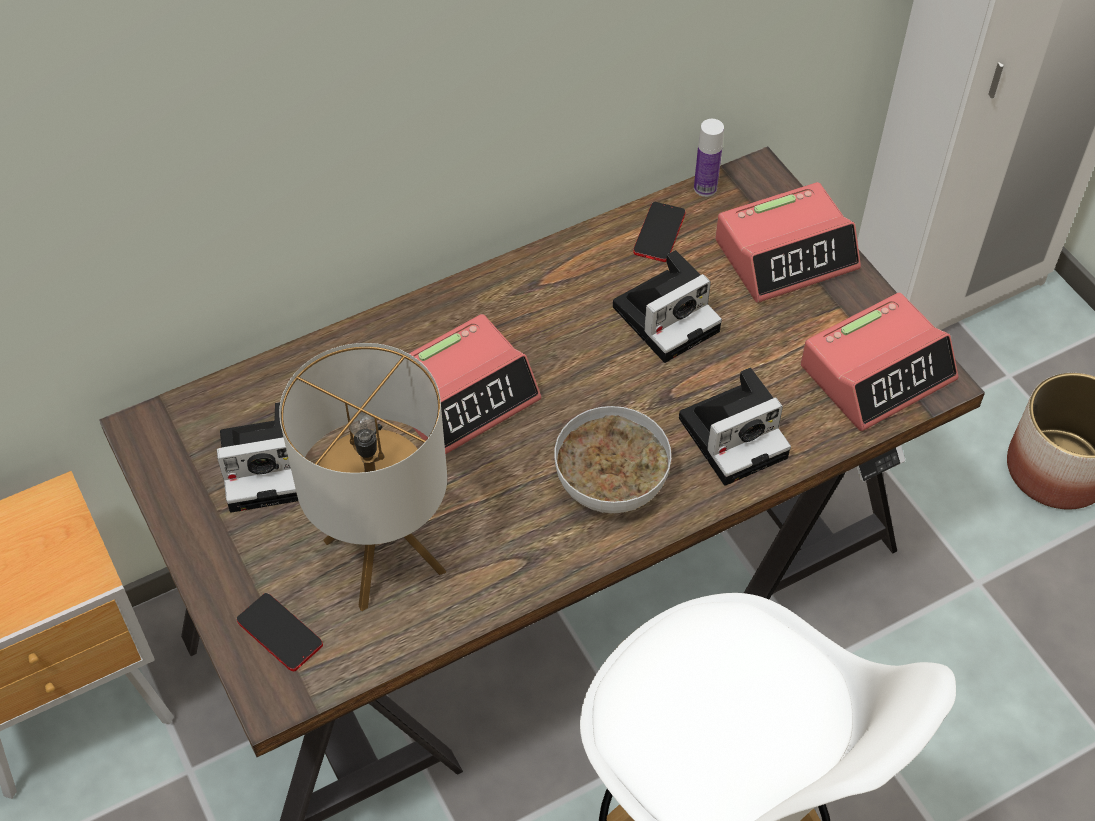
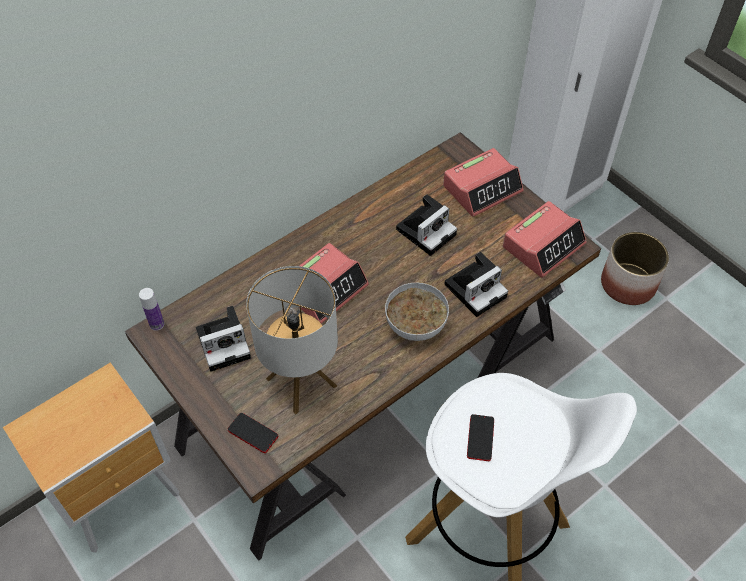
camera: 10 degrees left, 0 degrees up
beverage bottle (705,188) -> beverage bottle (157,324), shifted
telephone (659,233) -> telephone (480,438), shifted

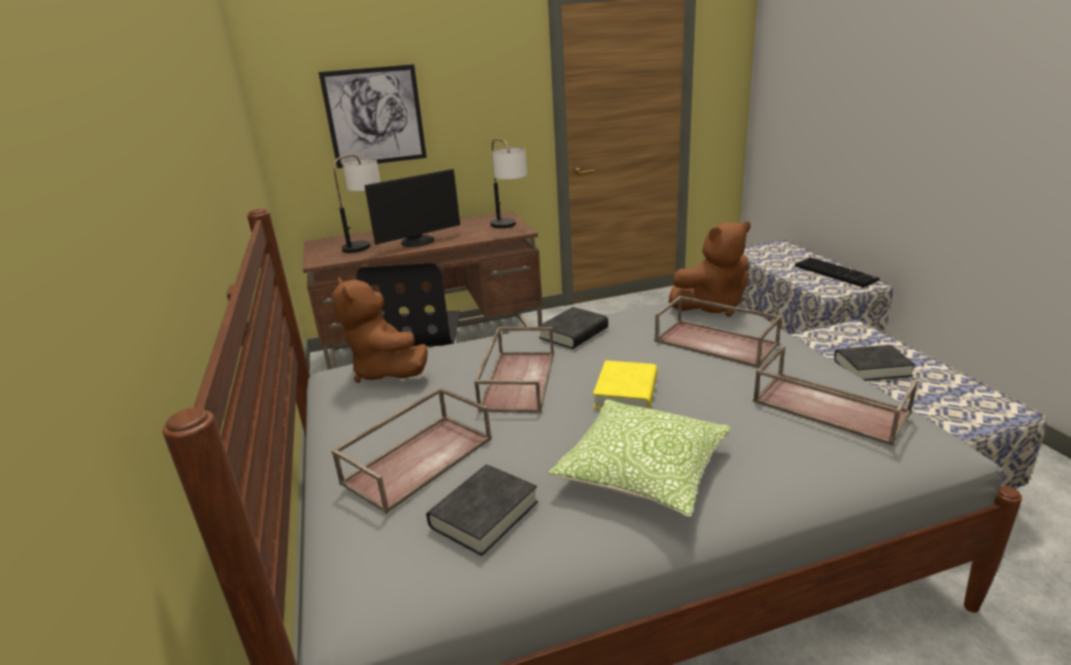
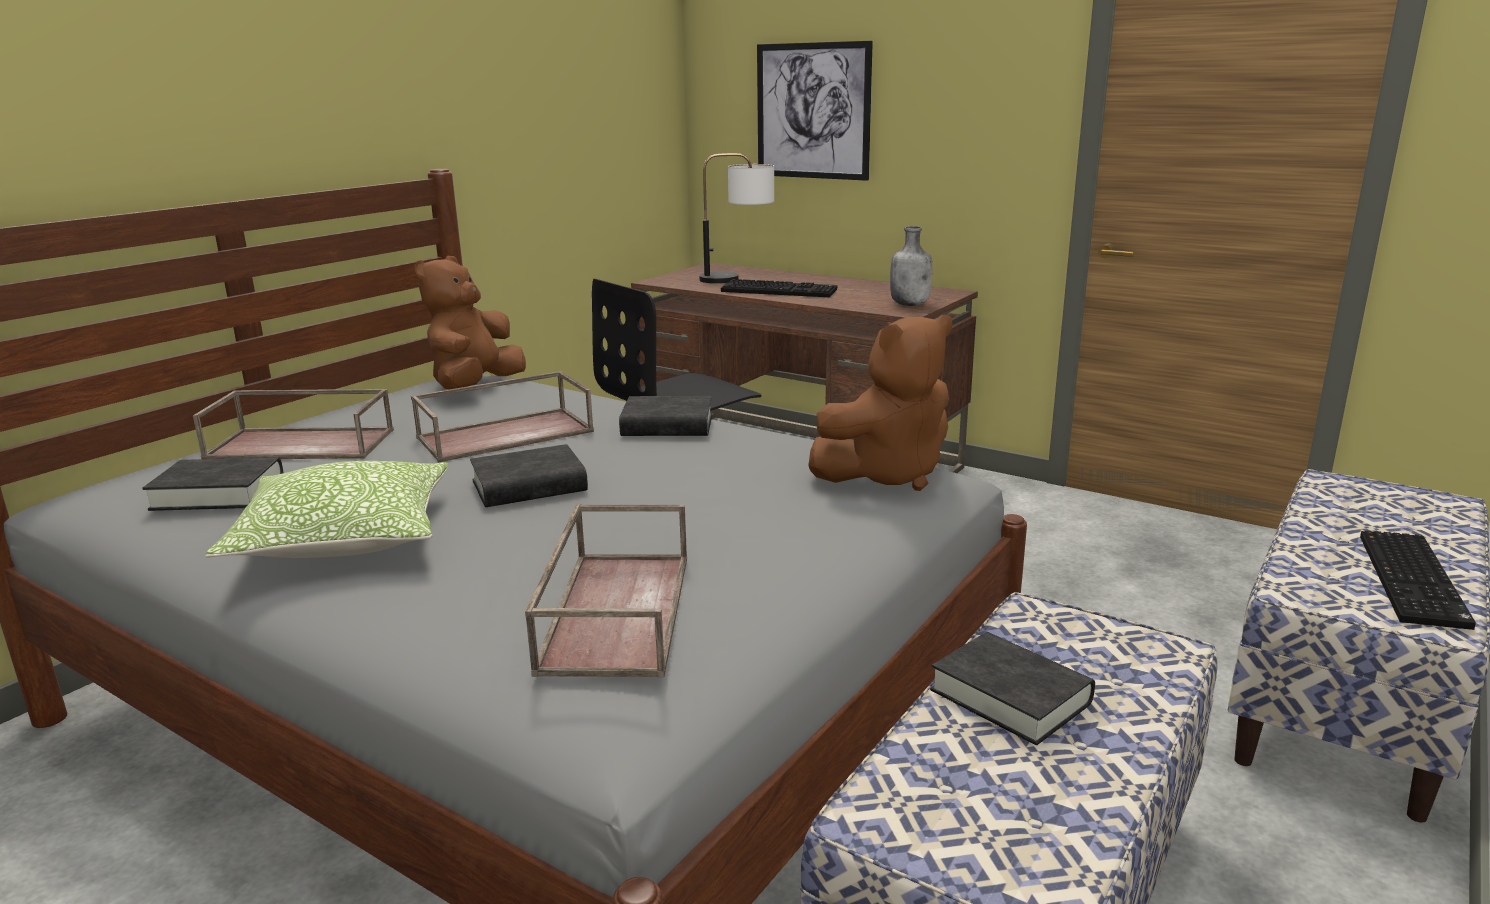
camera: 50 degrees right, 5 degrees down
volume in yellow-coloured (626,392) -> volume in blackish (529,486)
monitor (418,242) -> computer keyboard (780,290)
cuddly toy in brown (712,306) -> cuddly toy in brown (886,474), 60 degrees counterclockwise
lamp for a table (509,227) -> beverage bottle in grey (910,304)
carrying tray in brown (717,342) -> none

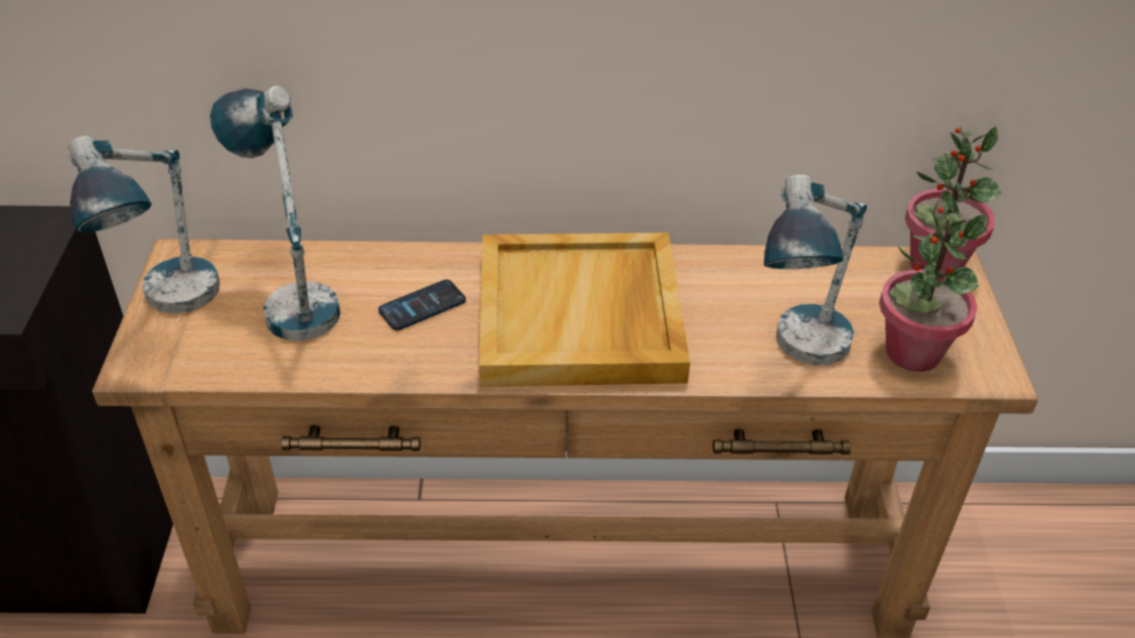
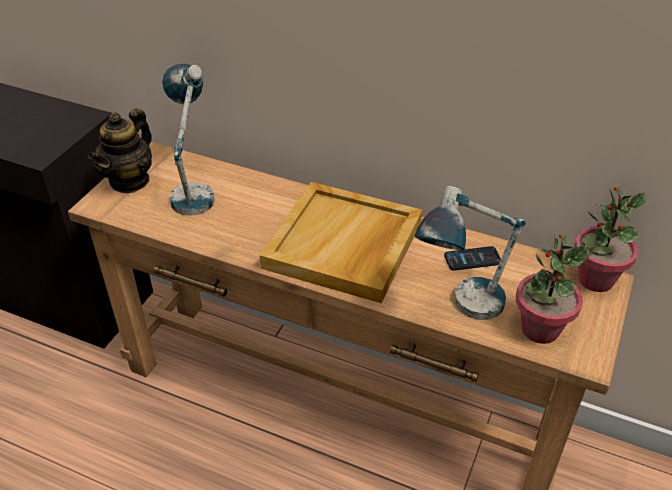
camera: 25 degrees right, 0 degrees up
lamp for a table (172,311) -> tea pot (130,180)
telephone (422,306) -> telephone (472,259), shifted

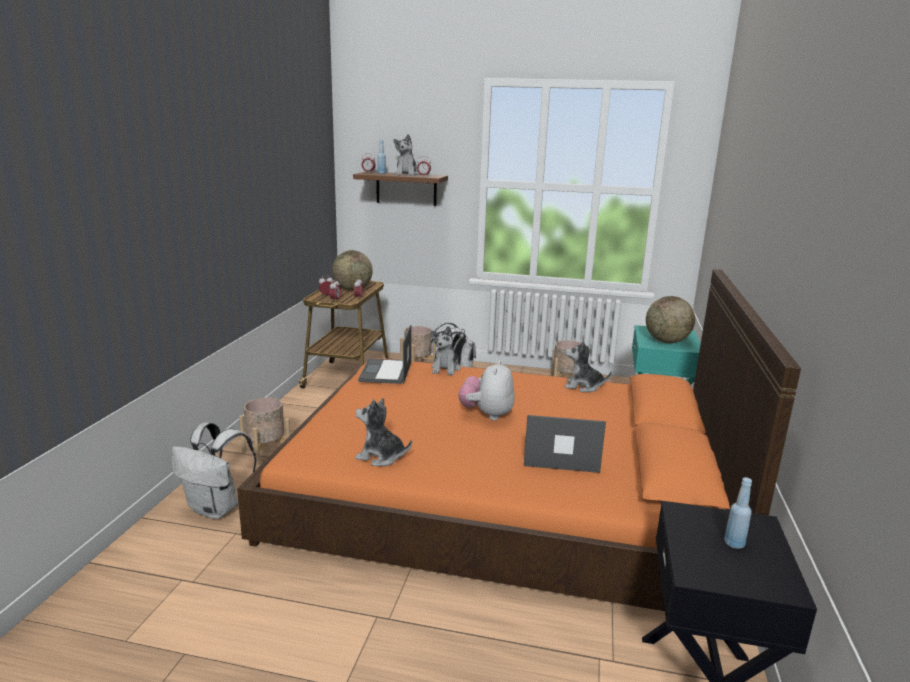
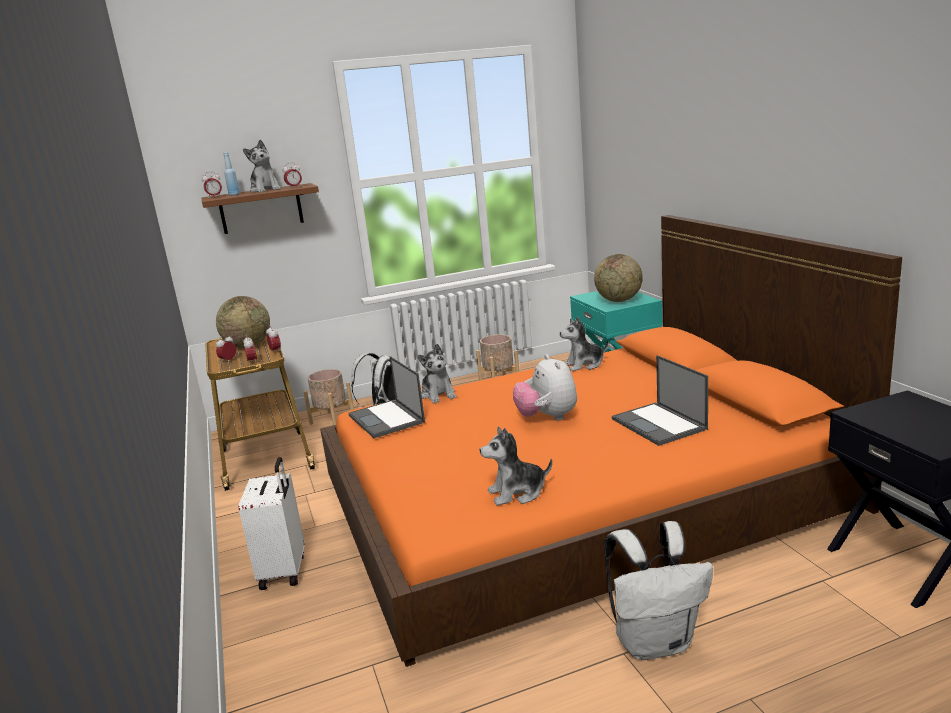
camera: 30 degrees left, 0 degrees up
flower pot in beige (267,453) -> travel case in white-coloured (285,571)
knapsack in white-coloured (217,509) -> knapsack in white-coloured (655,642), shifted
laptop (559,455) -> laptop (659,424), 90 degrees counterclockwise
beverage bottle in blue-coloured (734,544) -> none

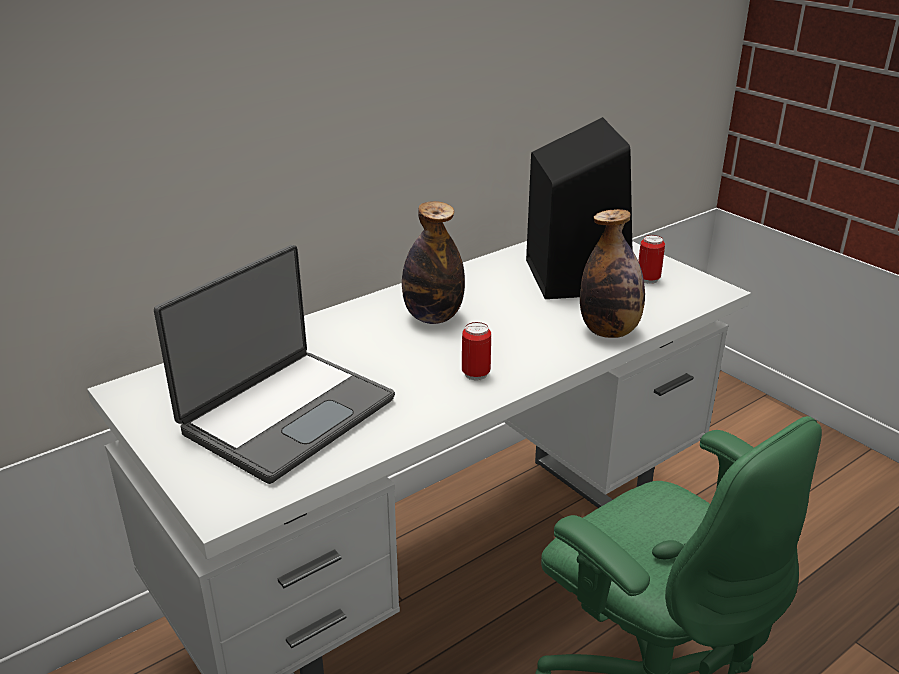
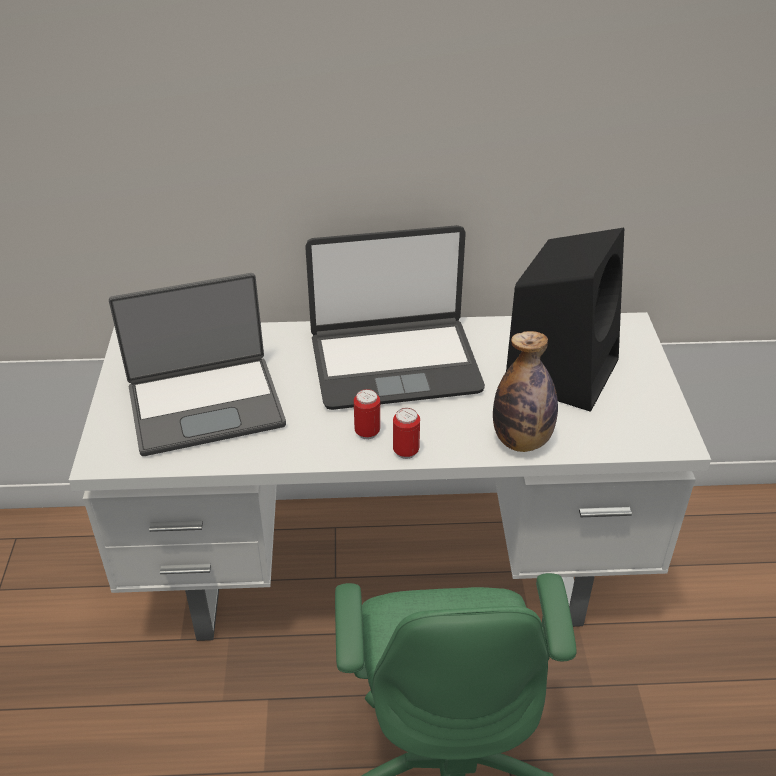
camera: 35 degrees right, 10 degrees up
beverage bottle (433,317) -> laptop (394,363)
sealed can (648,279) -> sealed can (406,451), shifted

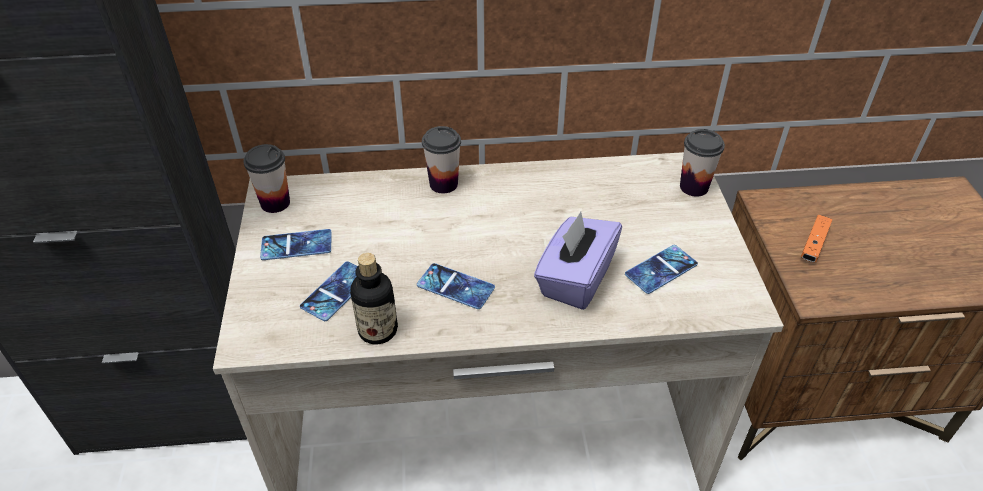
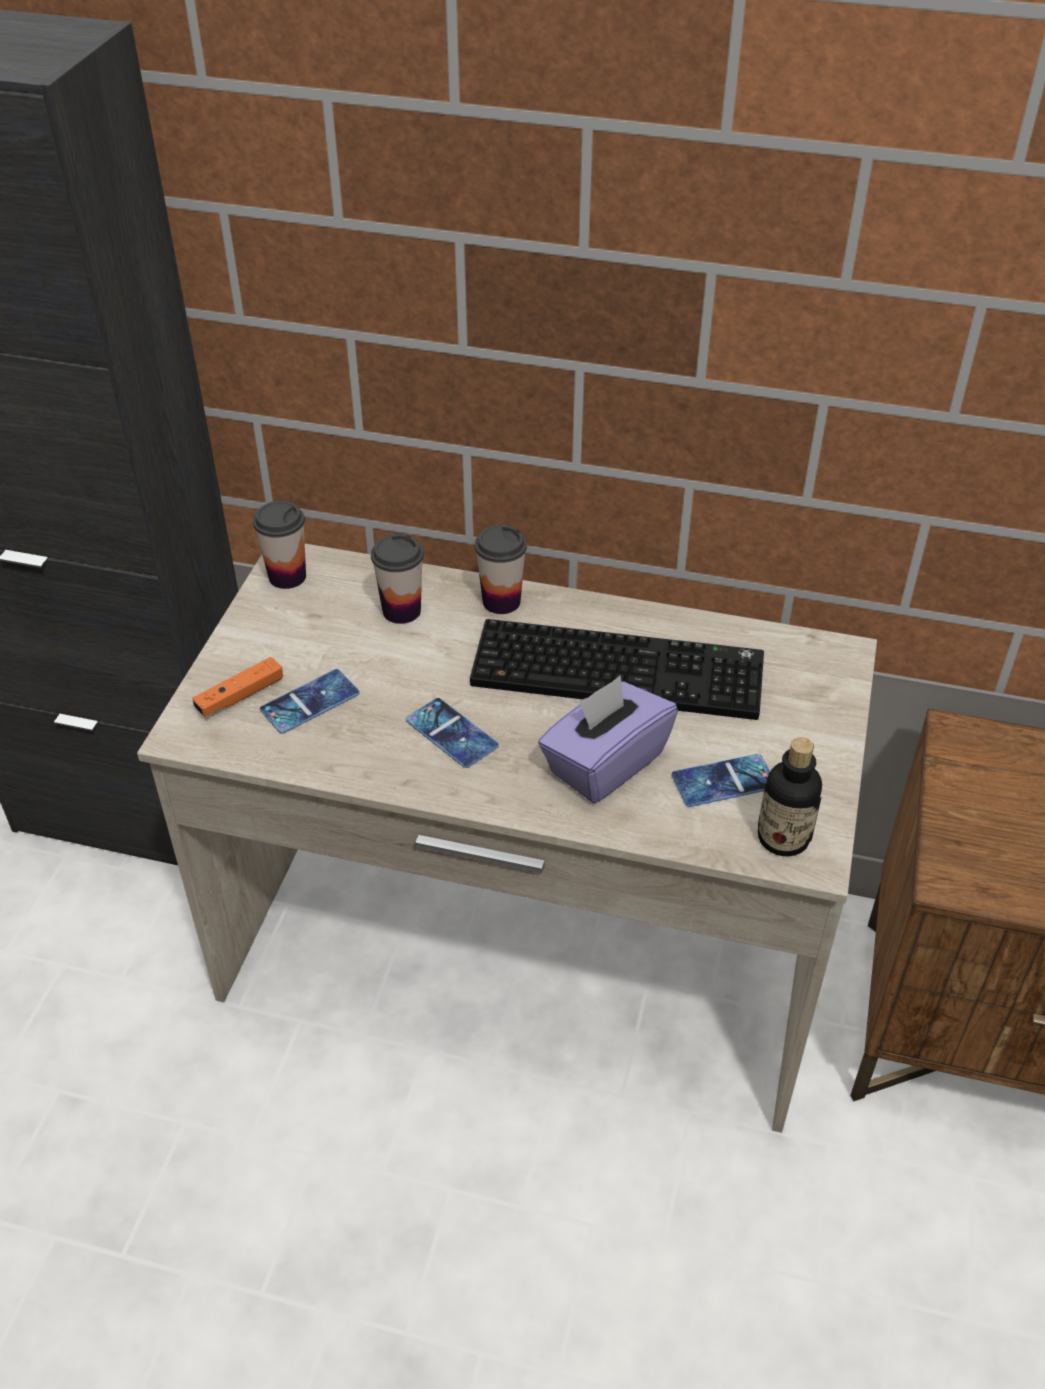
camera: 20 degrees right, 0 degrees up
joypad in orange (814,244) -> joypad in orange (240,696), shifted
drinking cup (694,187) -> drinking cup (401,611), shifted
none -> computer keyboard (621,670)
beverage bottle (378,330) -> beverage bottle (783,838), shifted
telephone (296,245) -> none

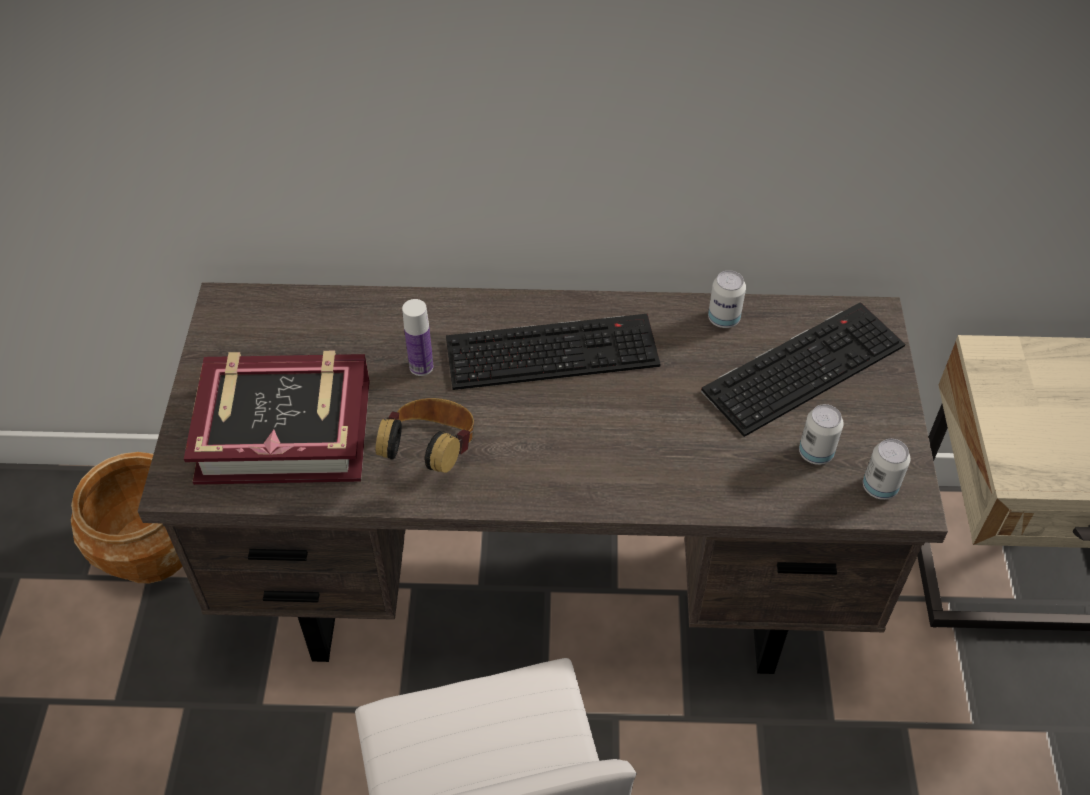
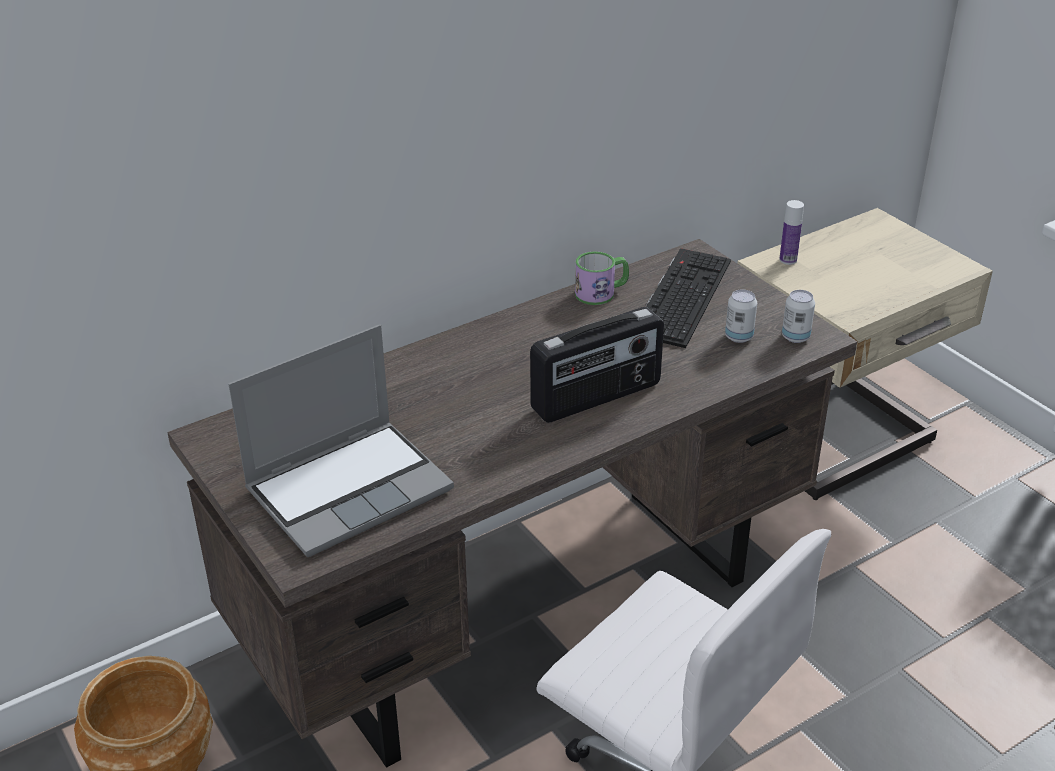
camera: 35 degrees left, 15 degrees down
volume (285,429) -> laptop (350,488)
none -> radio set (597,397)
sealed can (723,319) -> mug (601,293)
beverage bottle (421,366) -> beverage bottle (788,260), shifted
headset (432,453) -> none
computer keyboard (554,350) -> none

